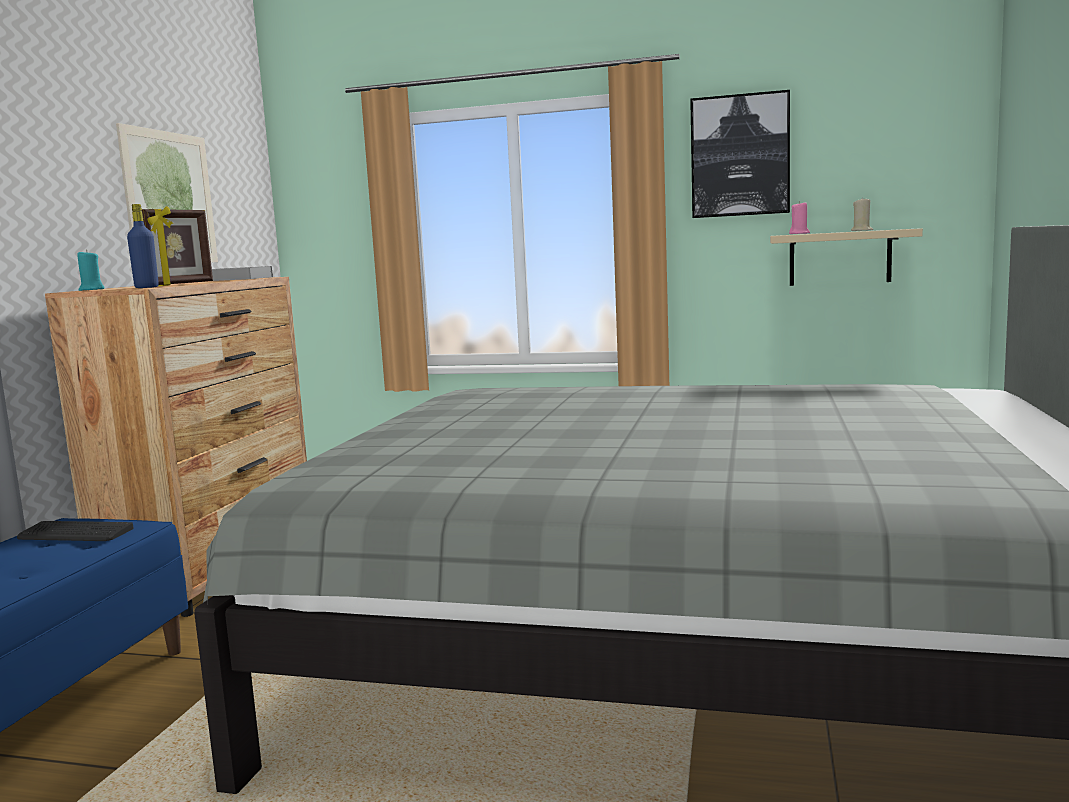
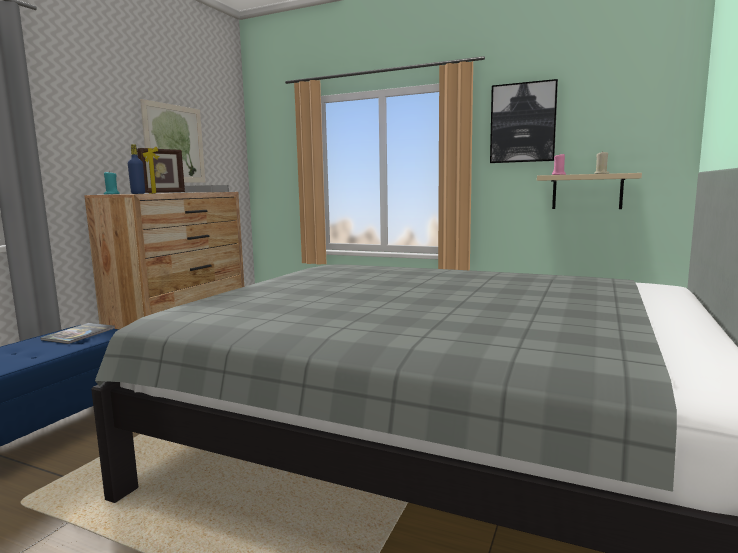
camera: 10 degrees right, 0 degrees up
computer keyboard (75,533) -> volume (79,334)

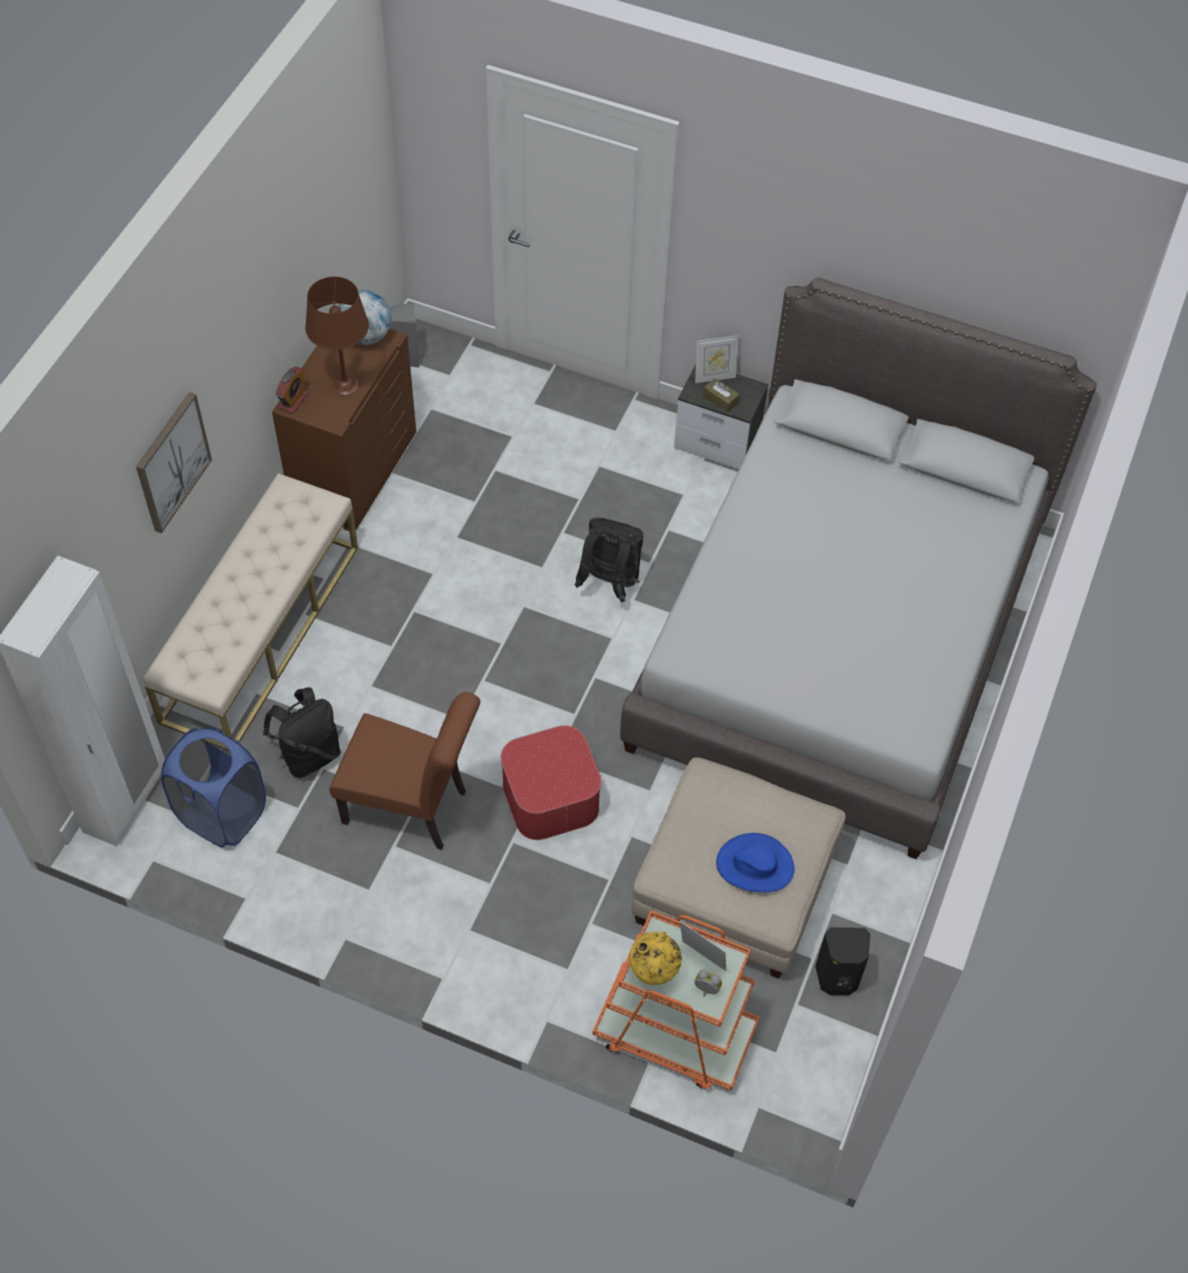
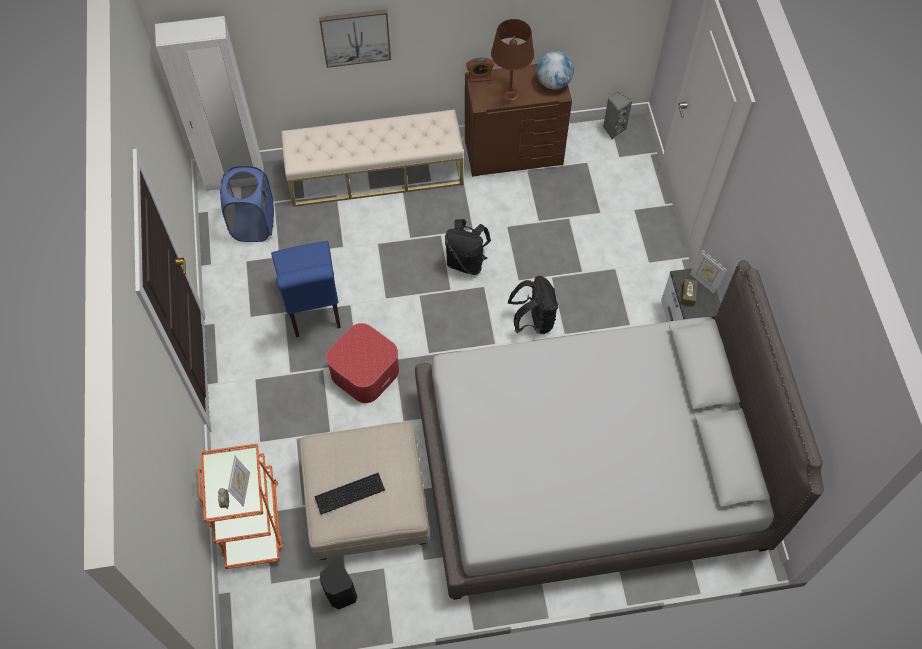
camera: 60 degrees right, 5 degrees up
chair in brown (412,808) -> chair in blue-coloured (313,308)
wearable hat in blue-coloured (755,865) -> computer keyboard (351,494)
knapsack in blackish (309,755) -> knapsack in blackish (466,262), shifted
vase in yellow-coloured (653,974) -> none

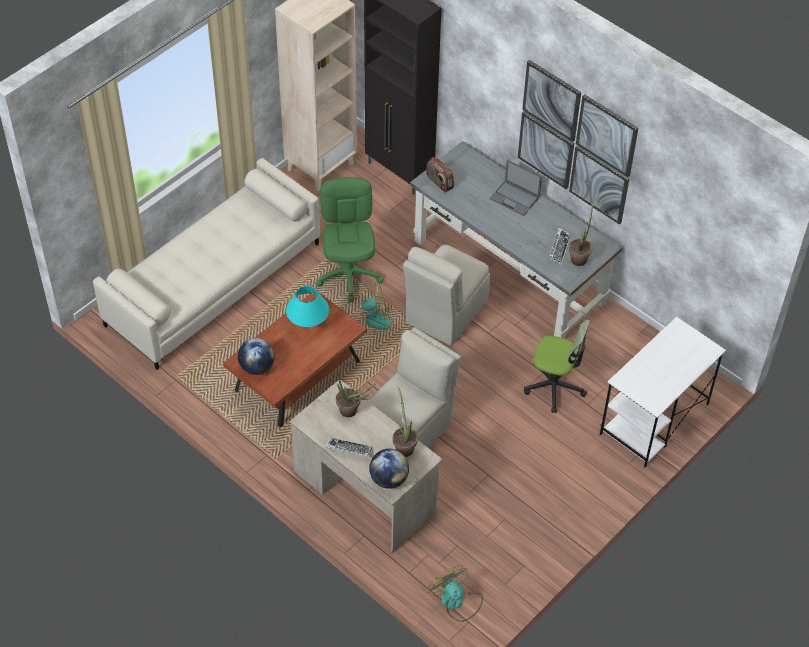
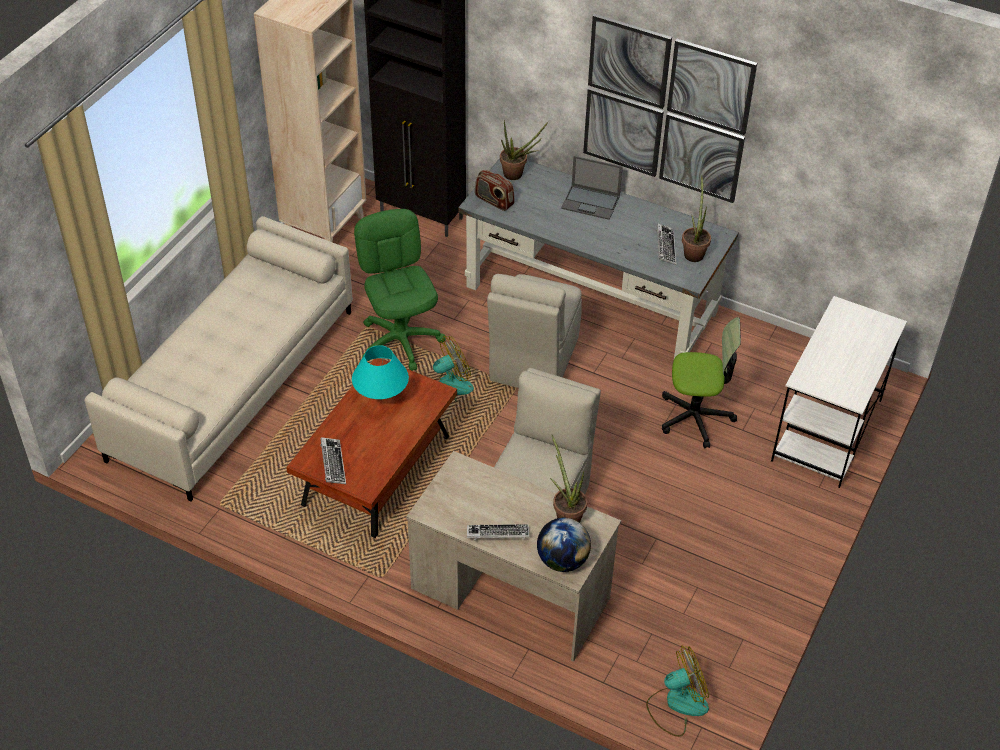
camera: 15 degrees left, 5 degrees down
globe (257,367) -> computer keyboard (333,463)
potted plant (352,412) -> potted plant (517,175), shifted
fan (456,601) -> fan (677,704), 120 degrees clockwise

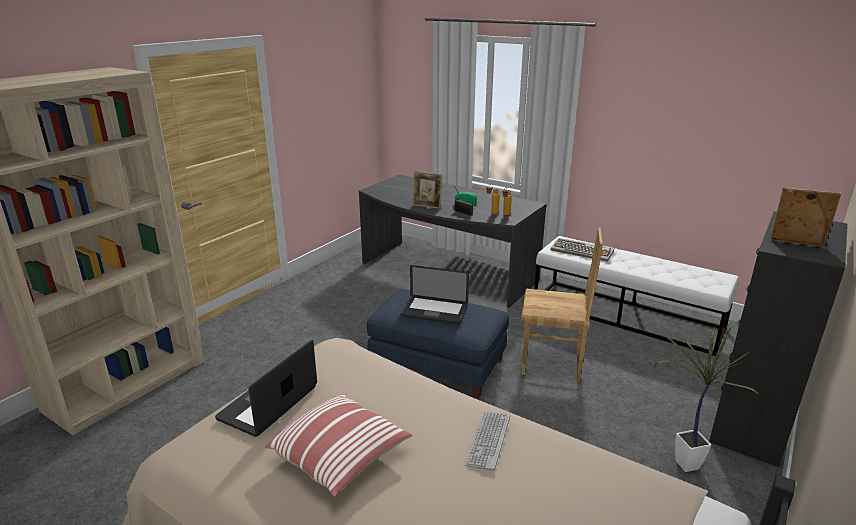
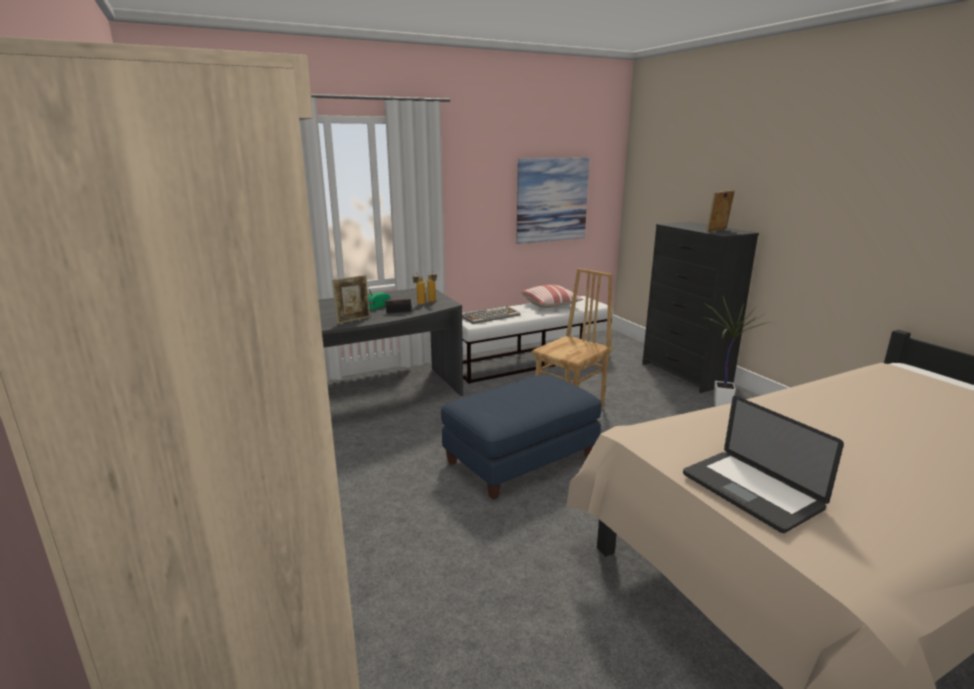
camera: 60 degrees left, 5 degrees down
none -> picture (552,200)
cushion (341,456) -> cushion (551,305), shifted
laptop (434,311) -> none
computer keyboard (488,440) -> none

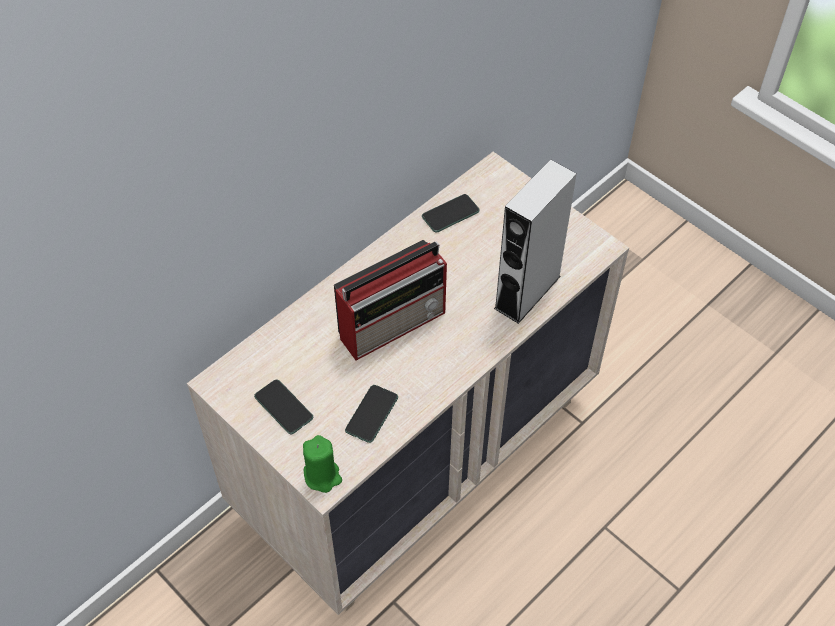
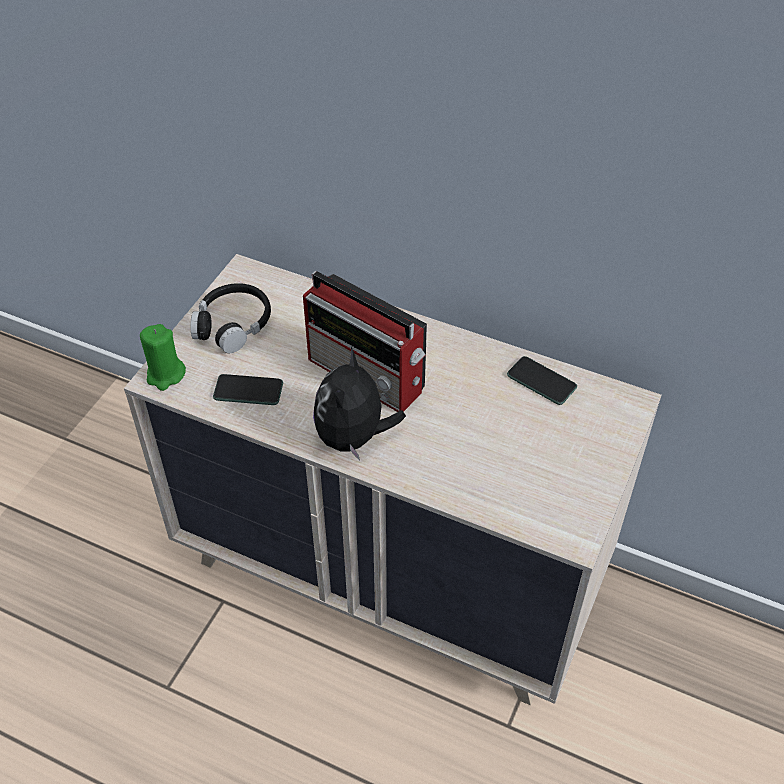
camera: 70 degrees right, 5 degrees down
telephone (283,407) -> headset in blackish (233,324)
none -> cuddly toy (354,437)
audio speaker in grey (527,292) -> none

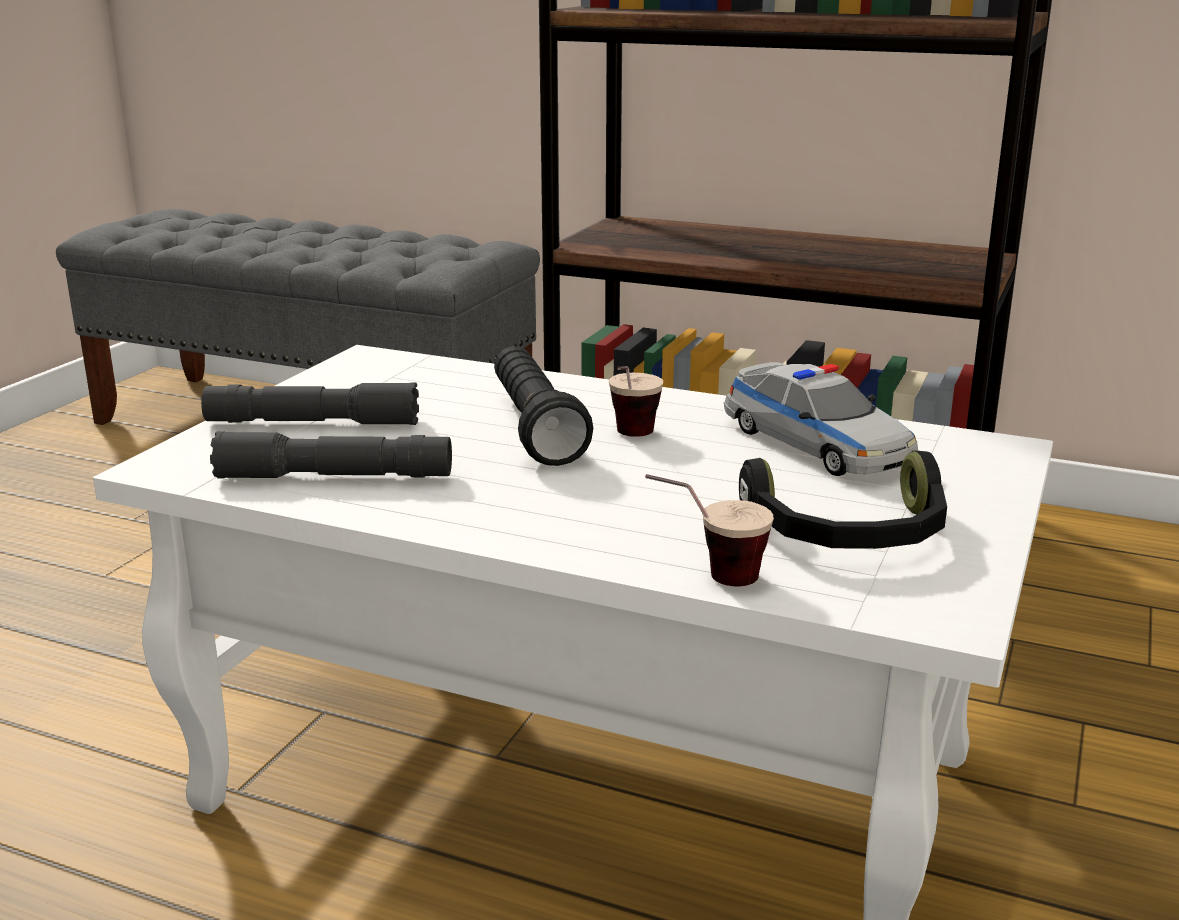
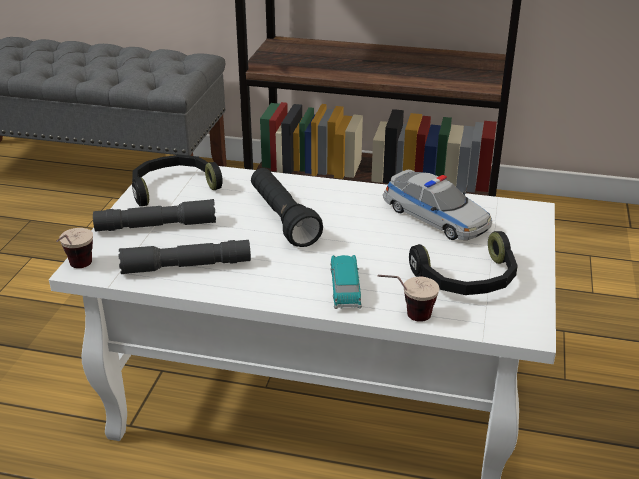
camera: 10 degrees left, 10 degrees up
drinking cup (630,439) -> drinking cup (76,270), shifted
none -> headset in blackish (173,188)
none -> toy car (345,288)

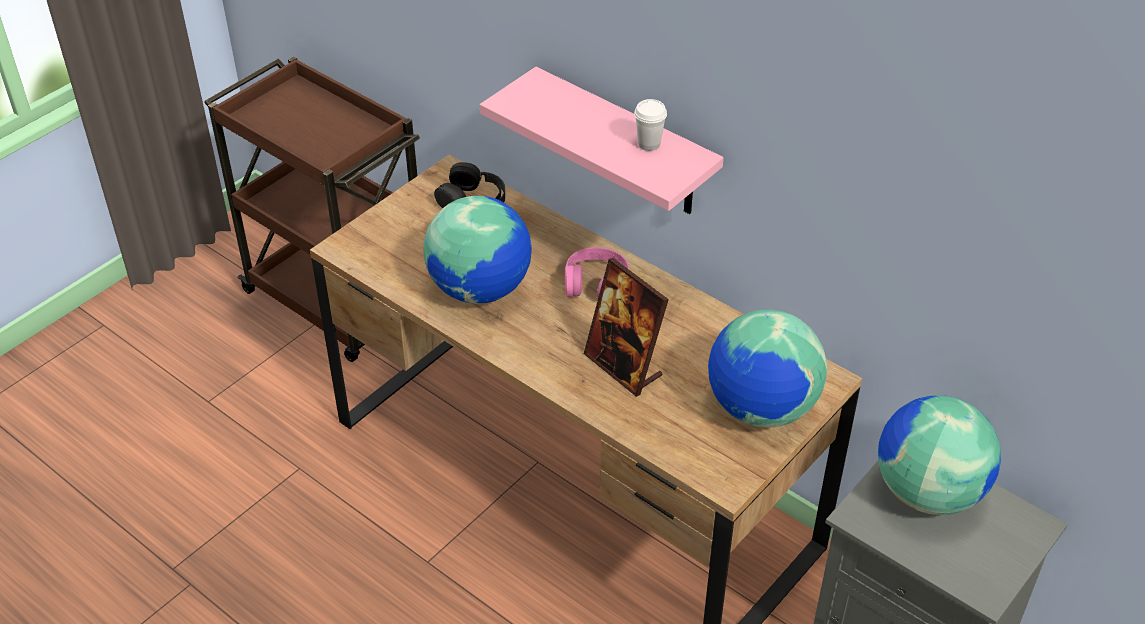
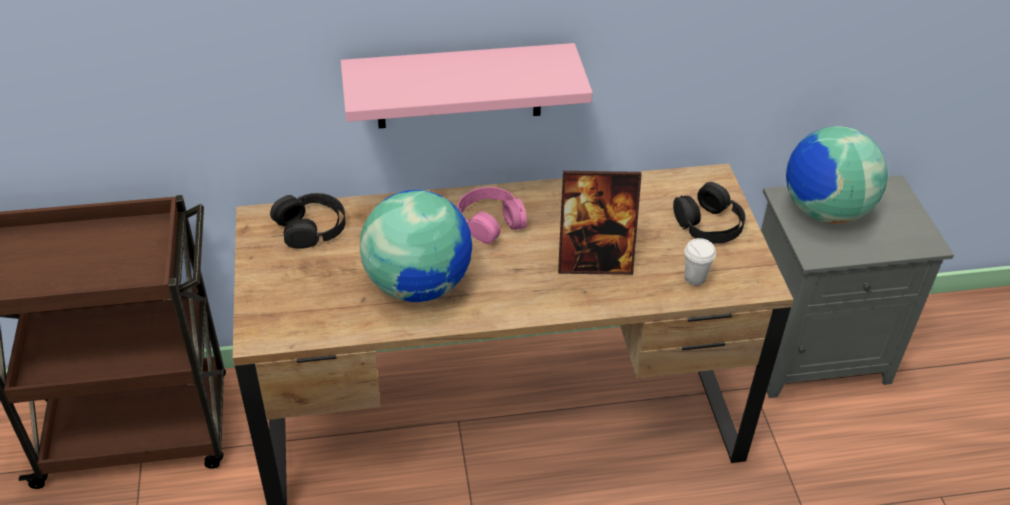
camera: 50 degrees left, 0 degrees up
globe (761,408) -> headset in blackish (709,224)
drinking cup in white-coloured (649,144) -> drinking cup in white-coloured (694,278), shifted

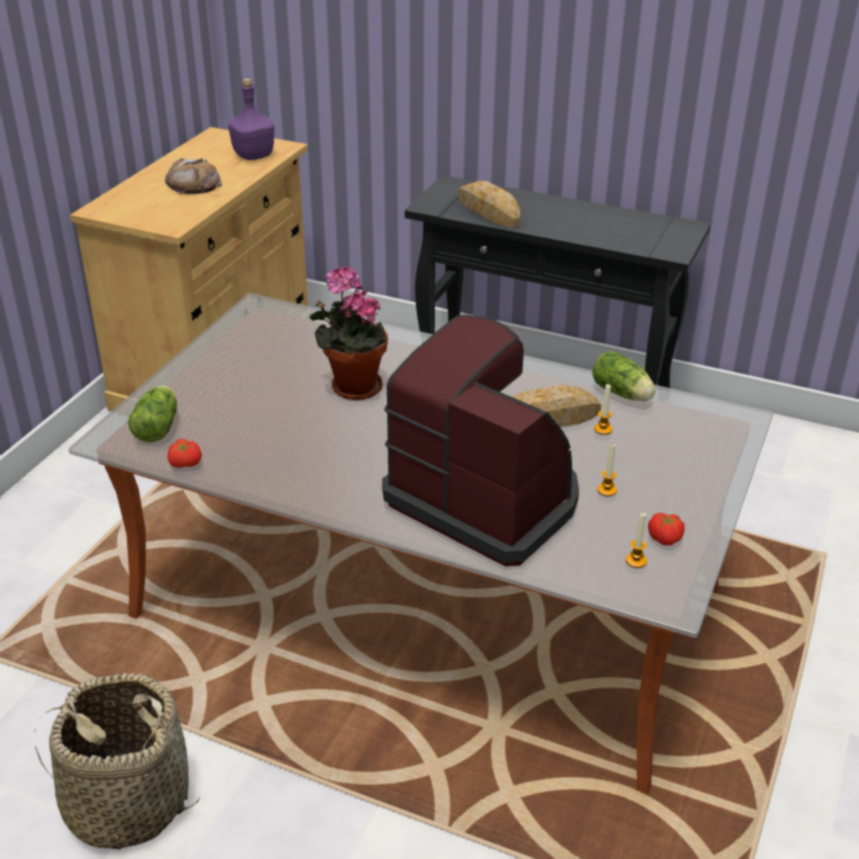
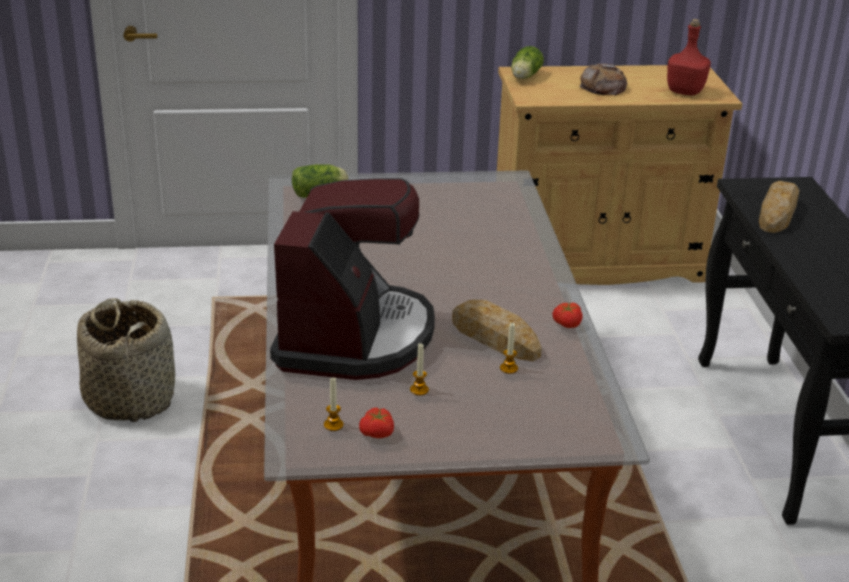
camera: 60 degrees right, 5 degrees down
lettuce (623,394) -> lettuce (524,77), shifted
fresh tomato (184,463) -> fresh tomato (566,324), shifted
beverage bottle in purplish (254,155) -> beverage bottle in red (686,91)
potted plant (352,387) -> none

